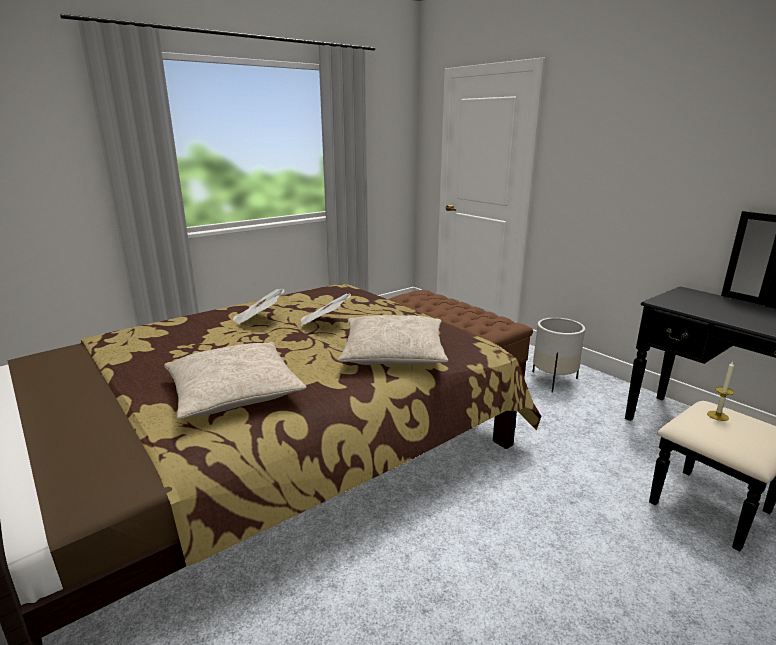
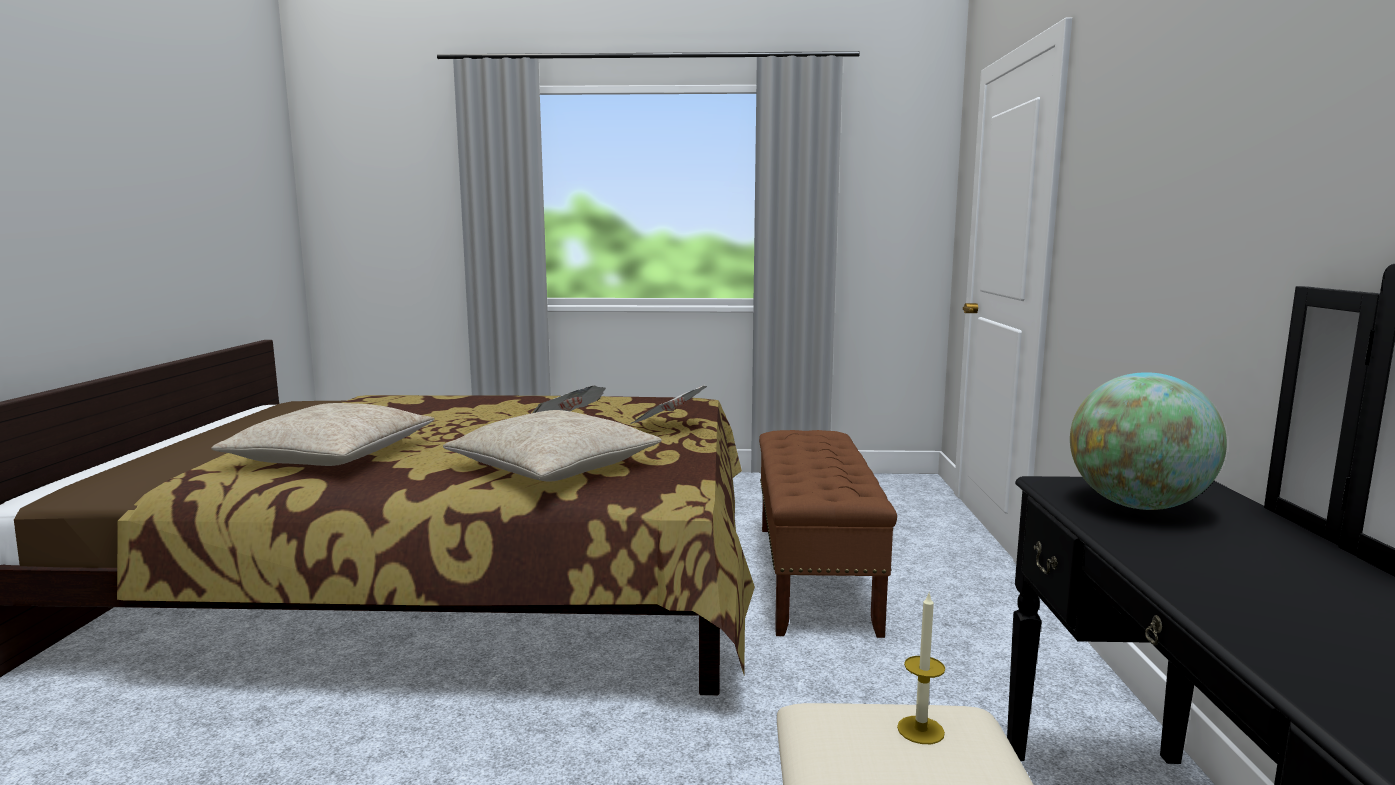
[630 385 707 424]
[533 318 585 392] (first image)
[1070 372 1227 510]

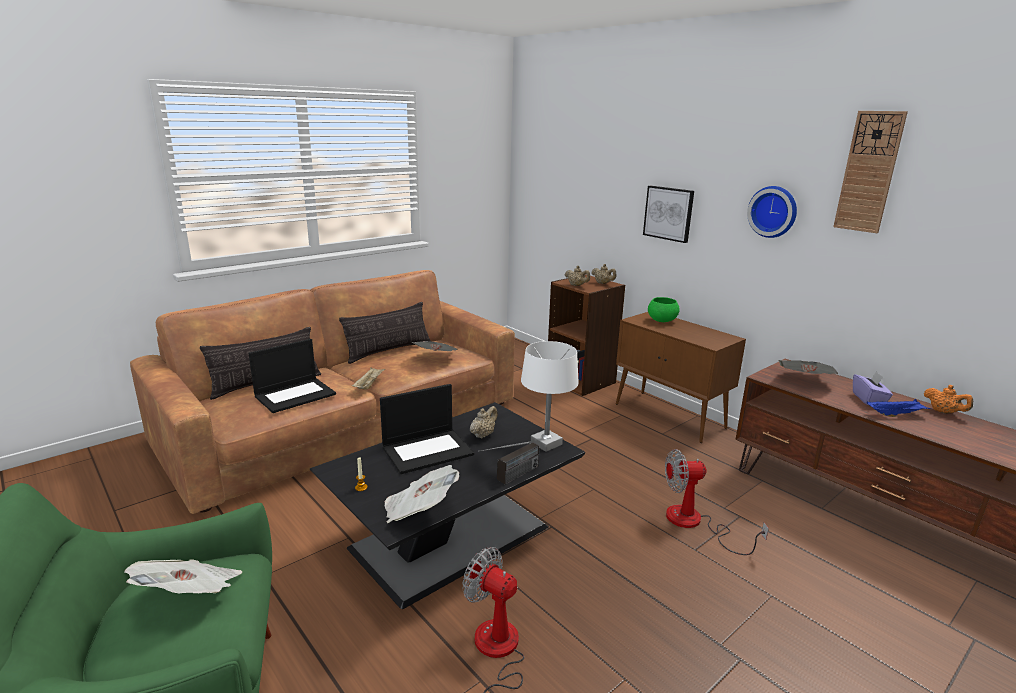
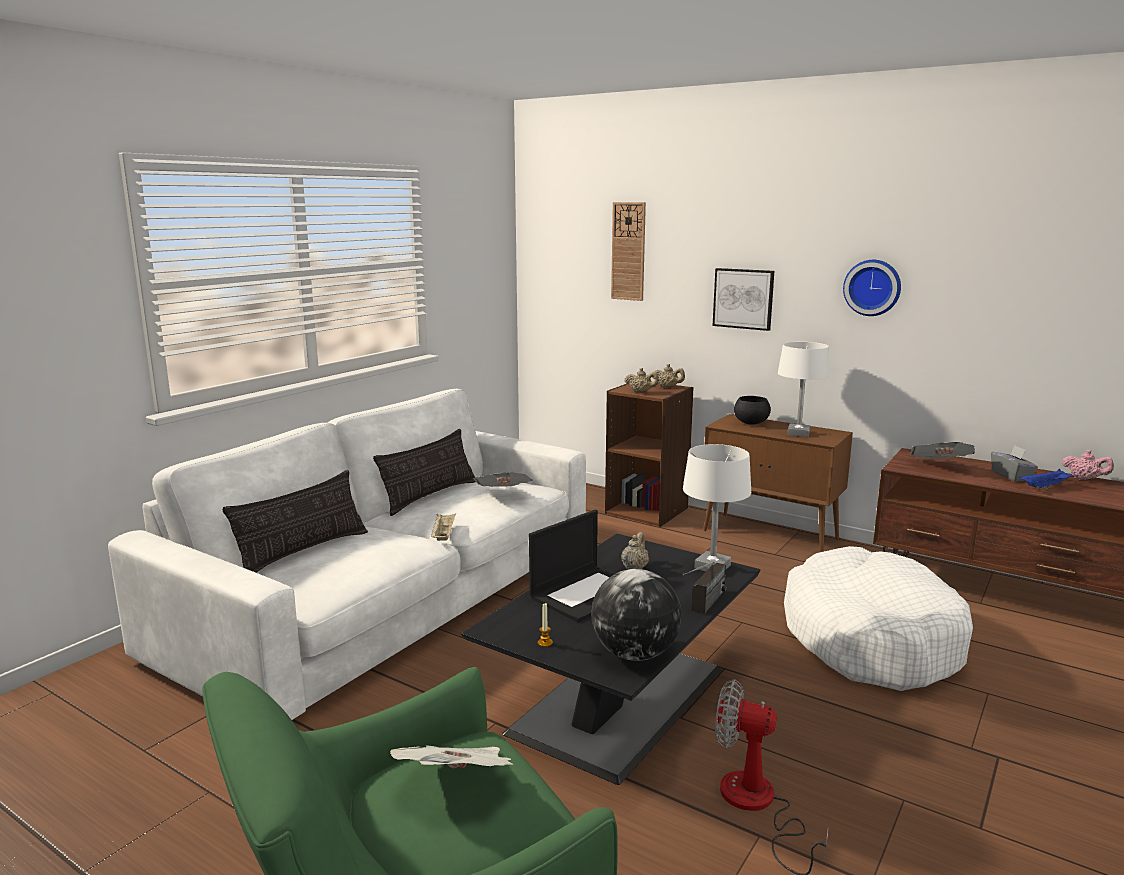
[108 389 586 720]
[249 339 336 413] (first image)
[591 569 682 661]
[734 396 771 425]
[784 546 973 691]
[611 202 646 301]
[991 445 1038 482]
[1062 450 1114 480]
[778 342 830 437]

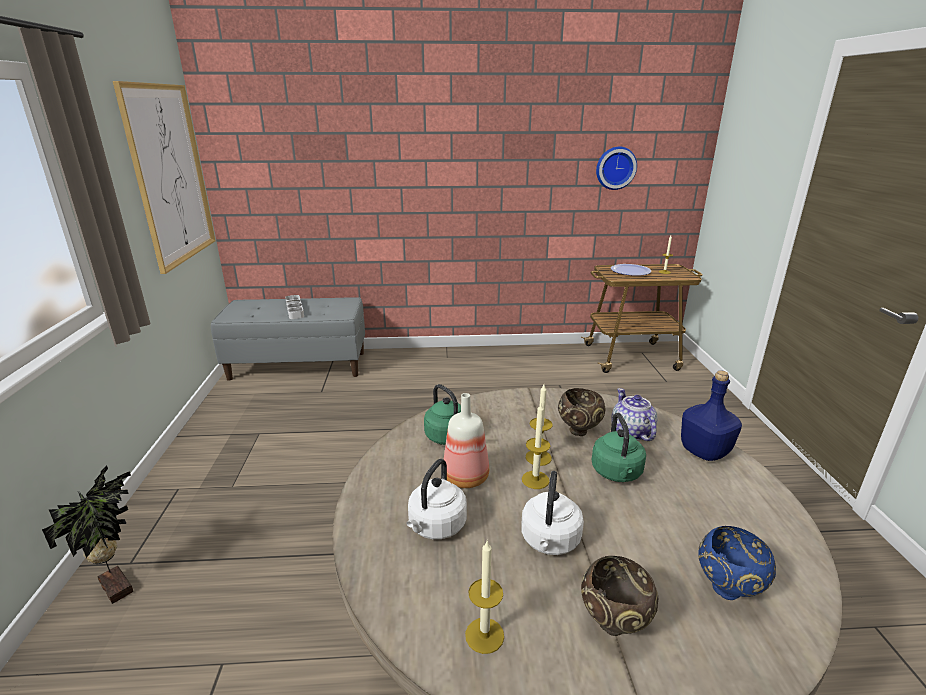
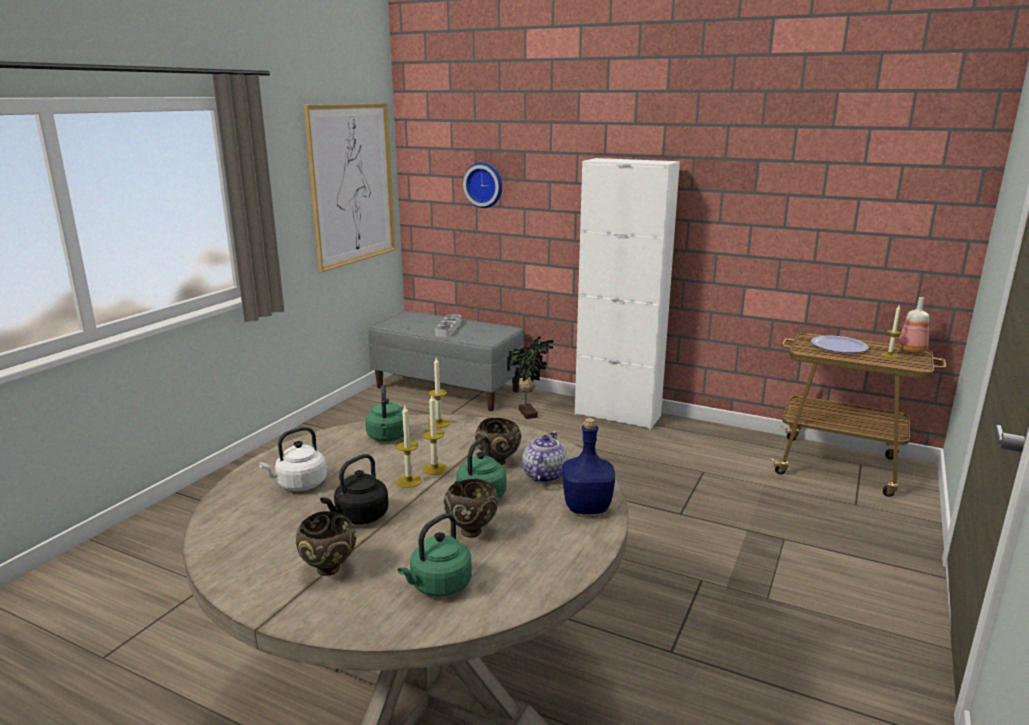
[507 335 554 419]
[898 297 929 354]
[428 358 450 428]
[320 454 389 524]
[463 163 502 208]
[398 513 472 597]
[444 479 498 538]
[575 158 680 429]

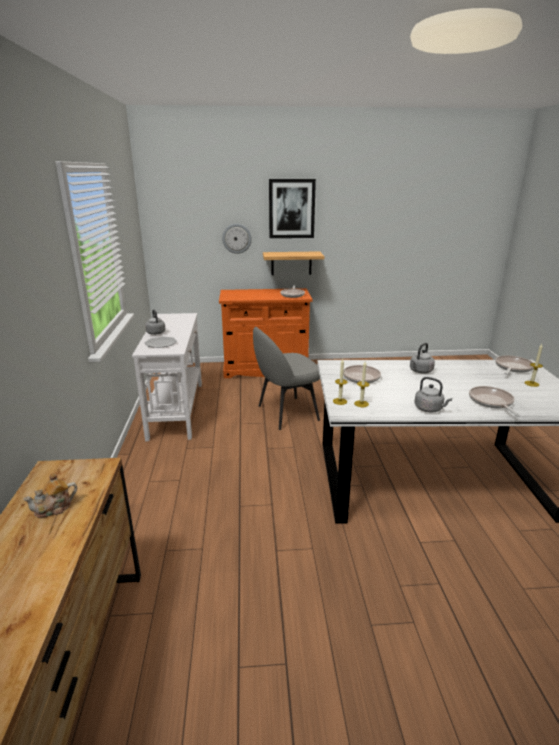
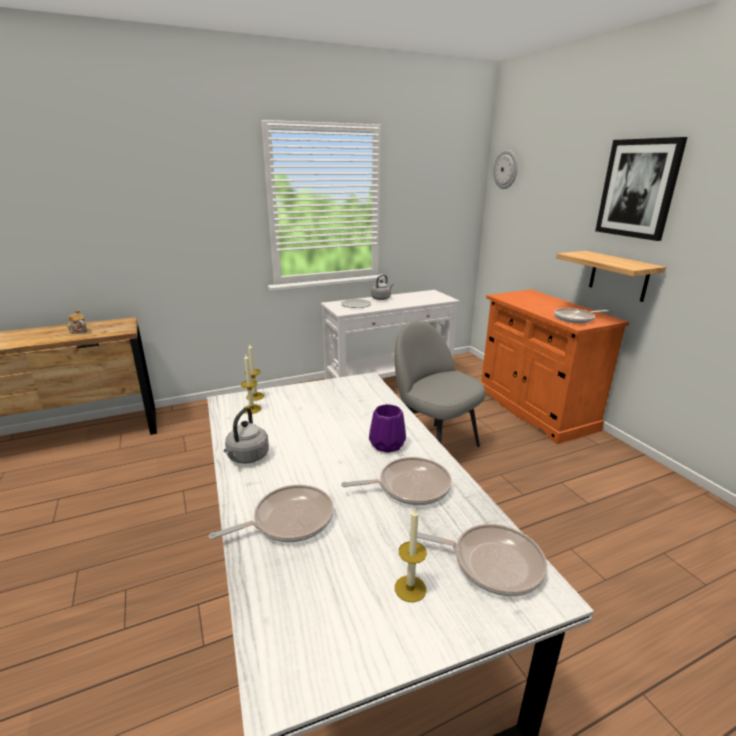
[493 150 518 189]
[341 457 452 505]
[369 404 406 453]

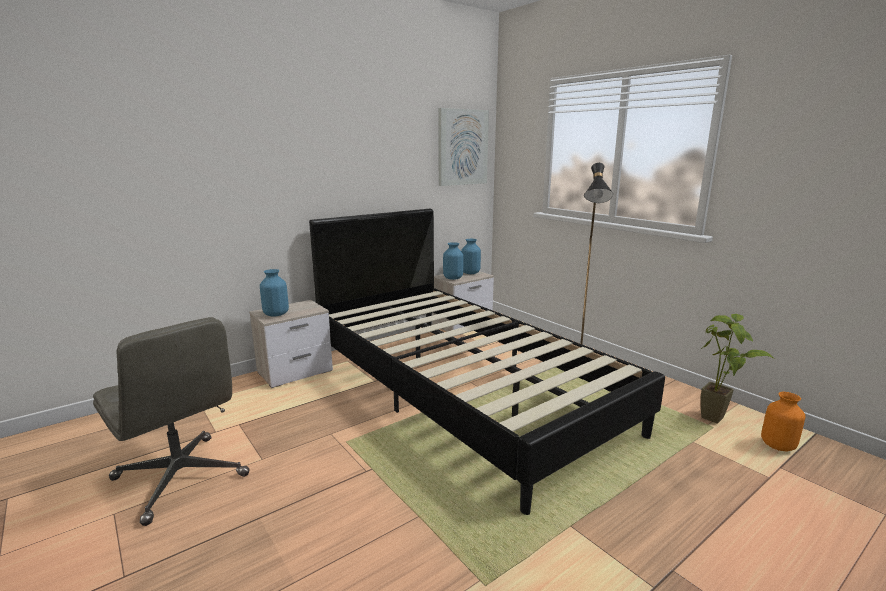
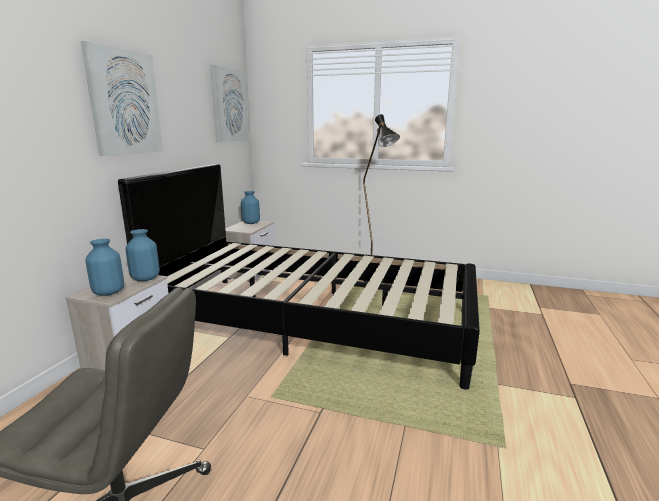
[125 229 160 281]
[701 314 775 424] (first image)
[761 392 805 451] (first image)
[81 41 163 156]

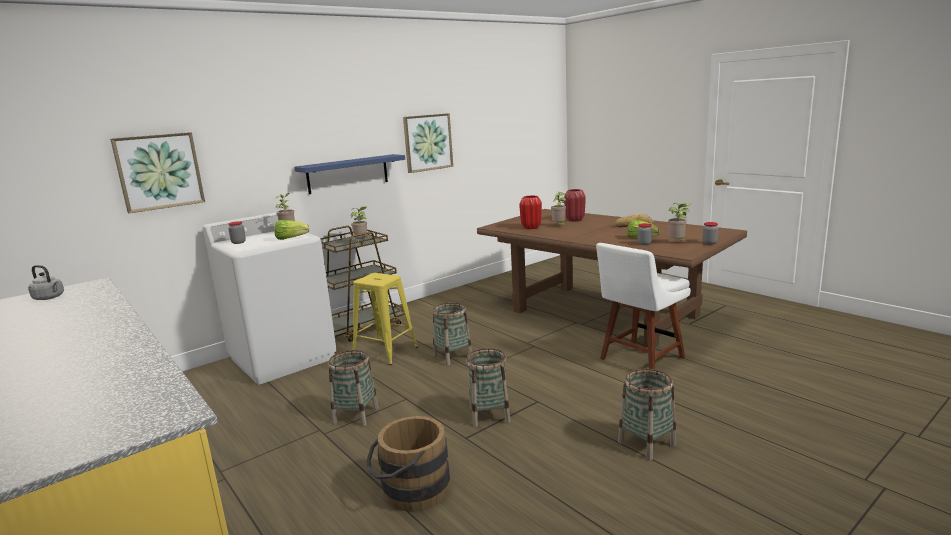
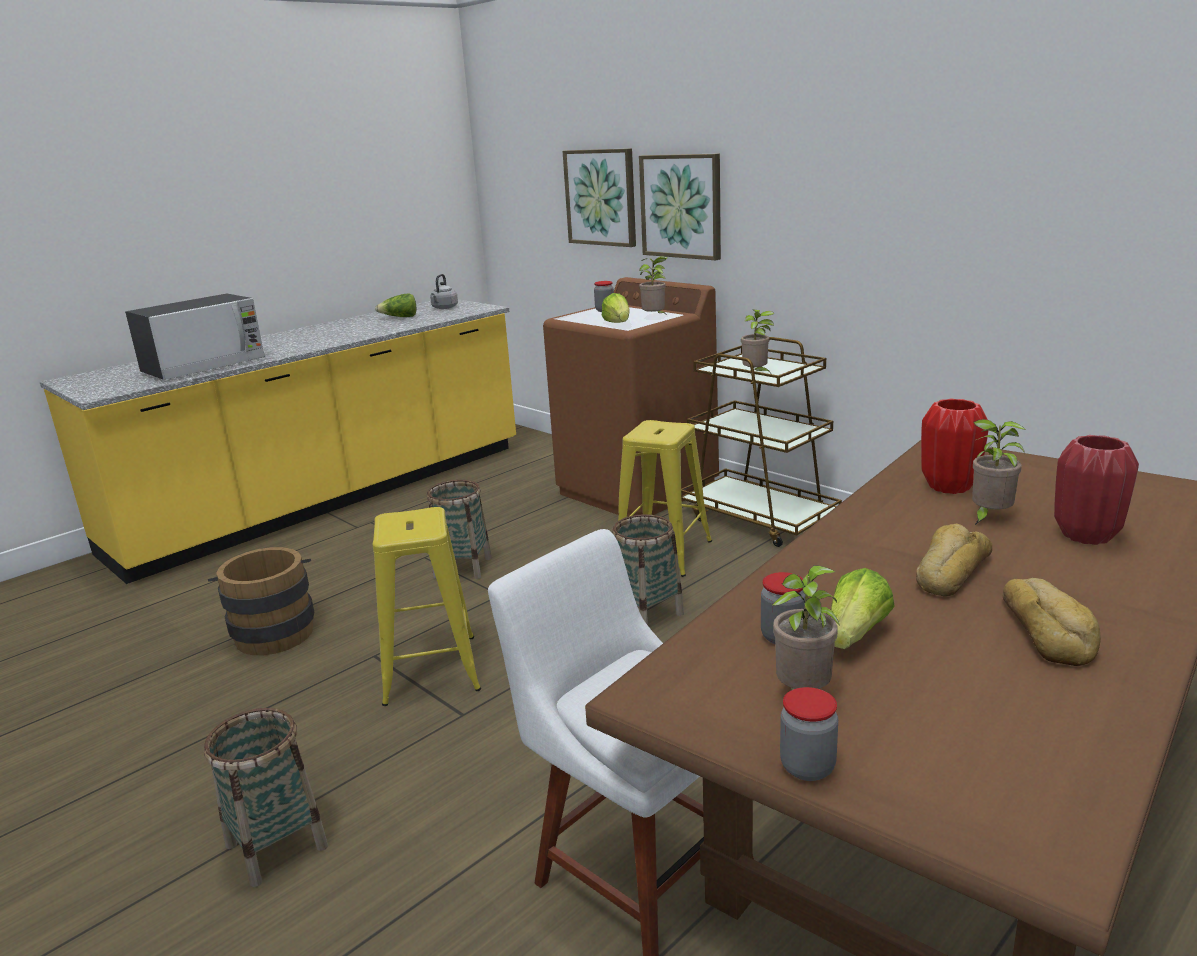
[543 277 719 517]
[294 154 405 194] (first image)
[639 153 721 260]
[372 507 481 706]
[125 294 265 380]
[375 293 416 317]
[916 524 992 597]

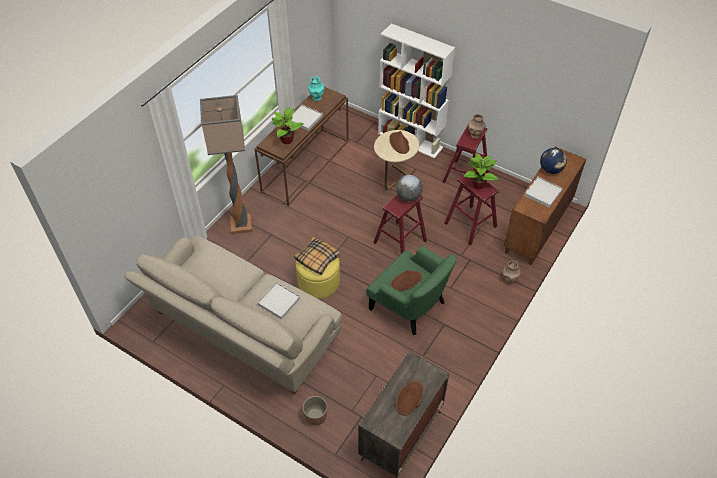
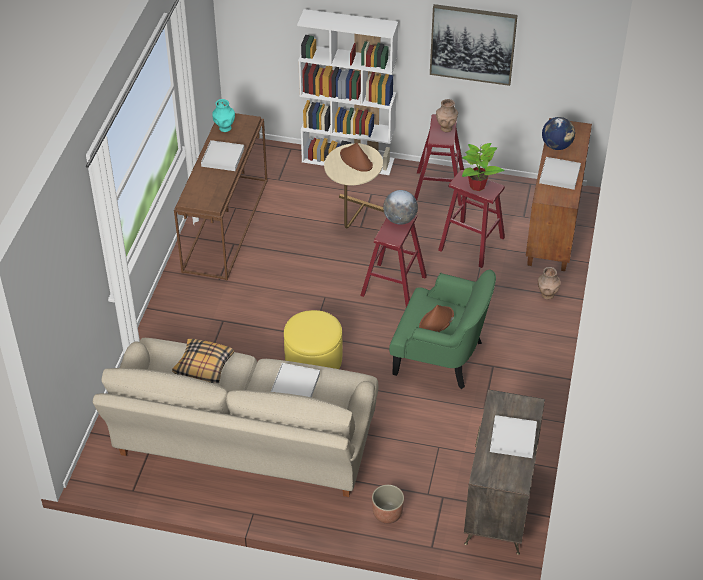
[200 95 252 234] (first image)
[272 107 304 144] (first image)
[172 339 234 383]
[490 415 537 458]
[430 4 517 86]

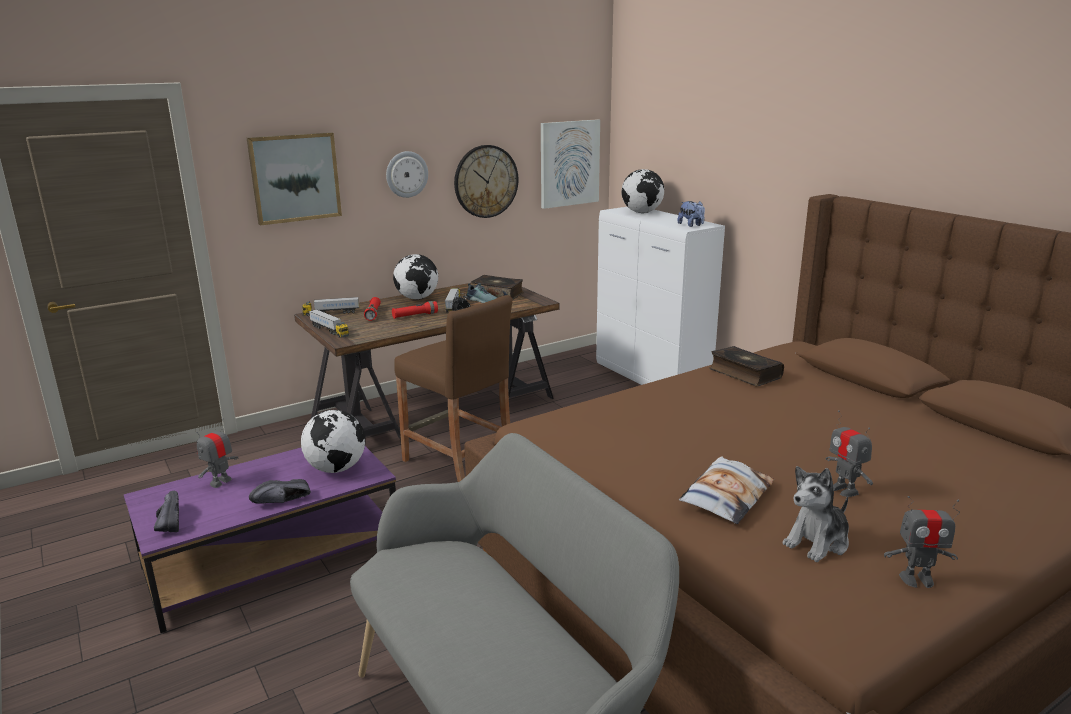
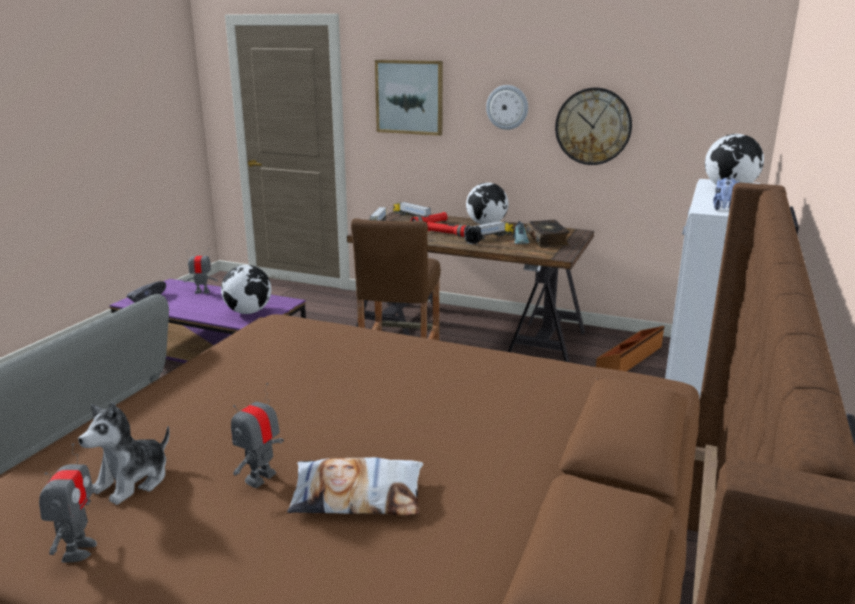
[249 479 311 504] (first image)
[541 119 600 209] (first image)
[287 457 423 515]
[709 346 784 386] (first image)
[78 402 170 505]
[39 443 97 563]
[596 326 665 372]

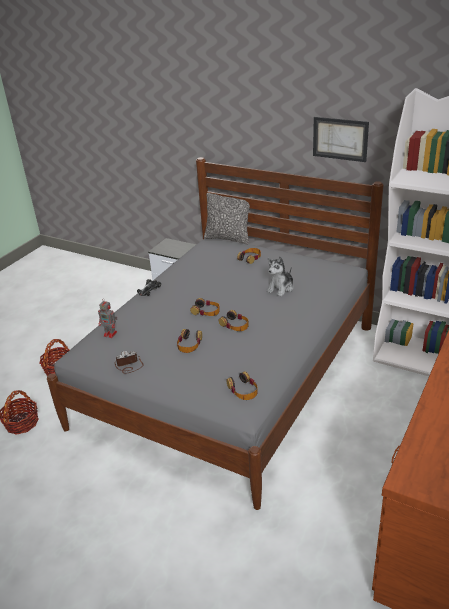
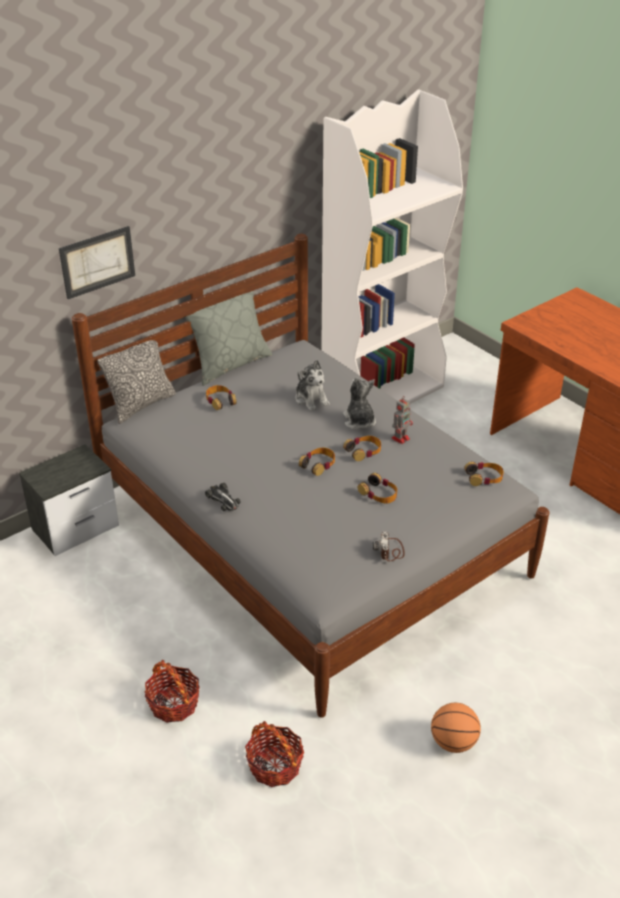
[391 397 413 444]
[59 226 135 299]
[185 291 272 386]
[343 377 376 430]
[431 703 481 753]

